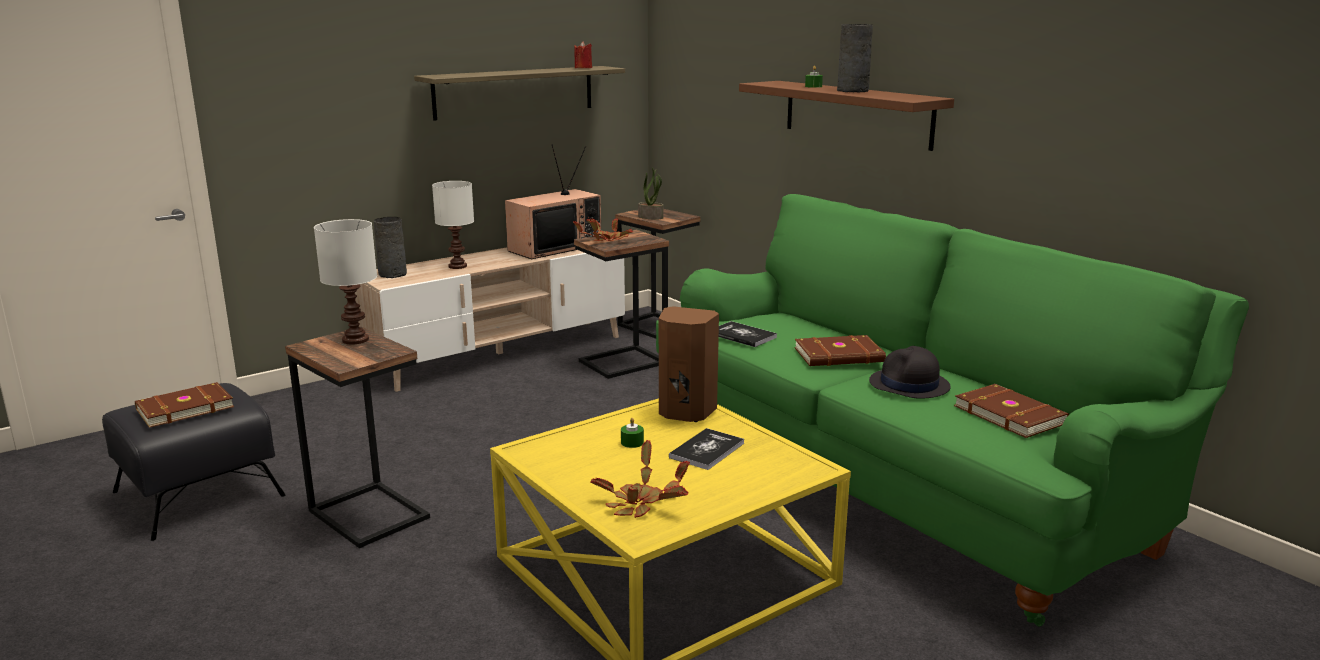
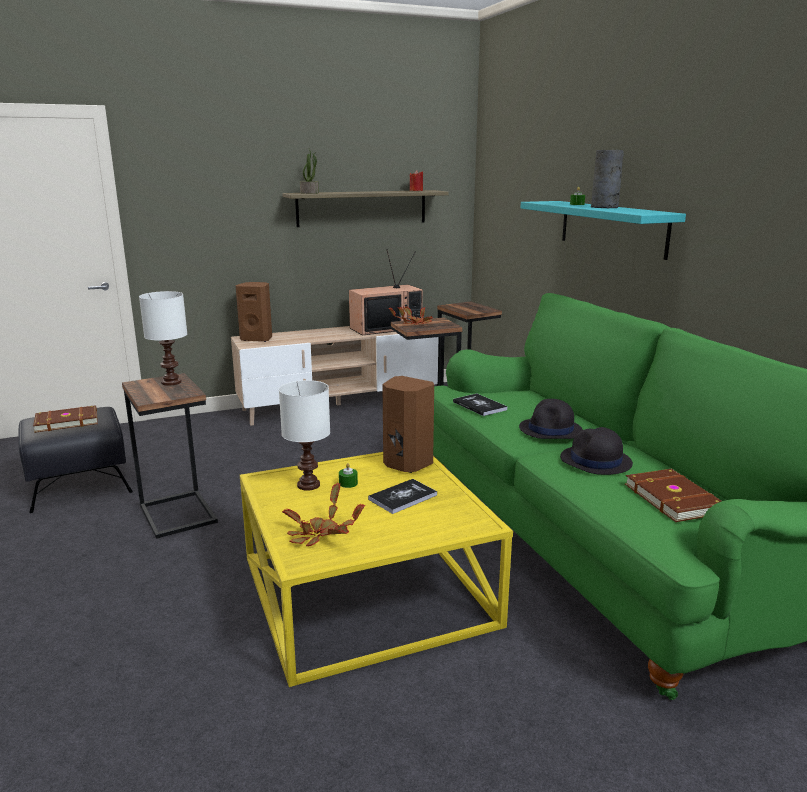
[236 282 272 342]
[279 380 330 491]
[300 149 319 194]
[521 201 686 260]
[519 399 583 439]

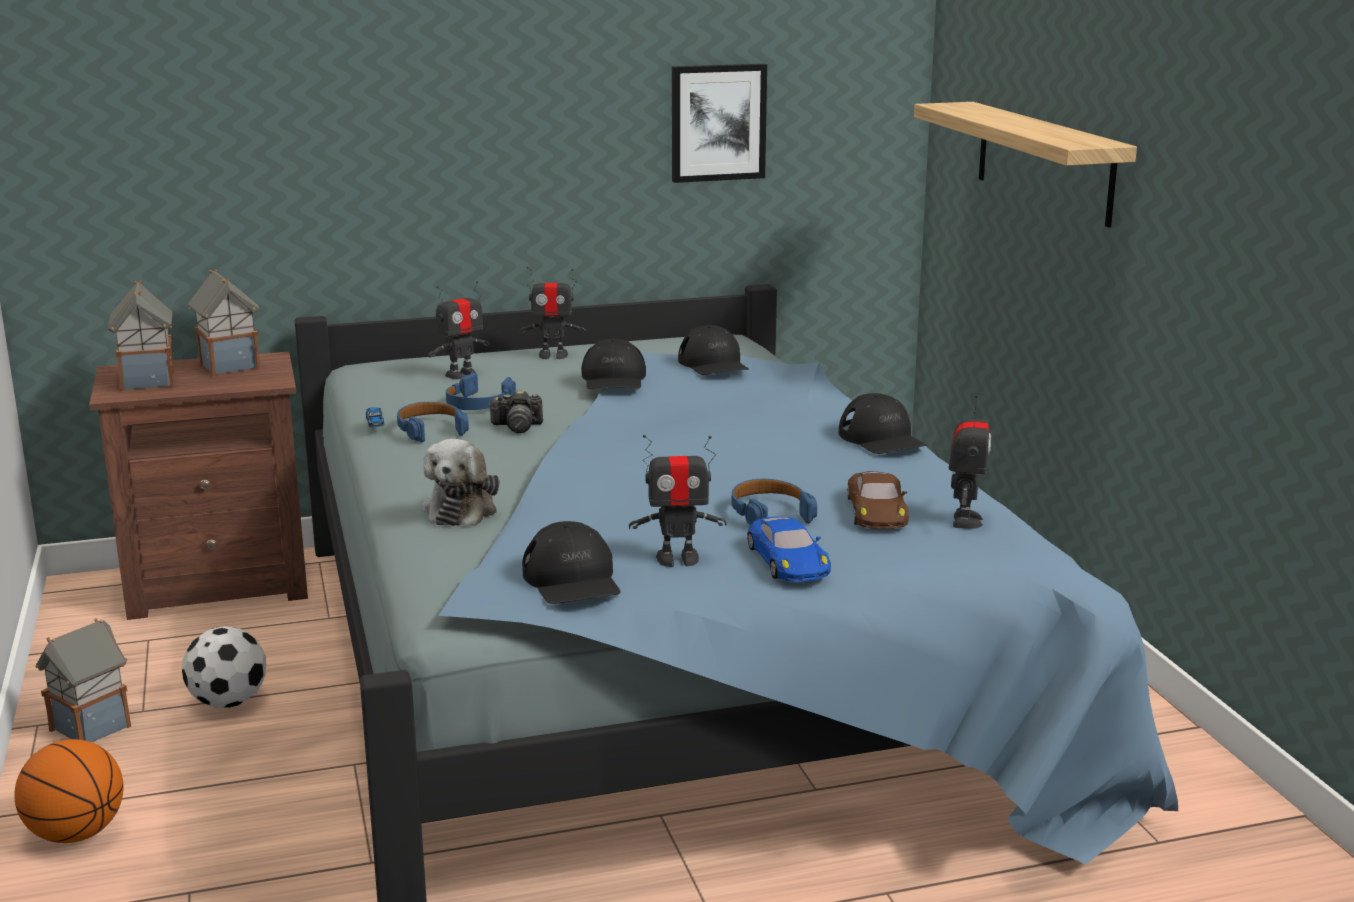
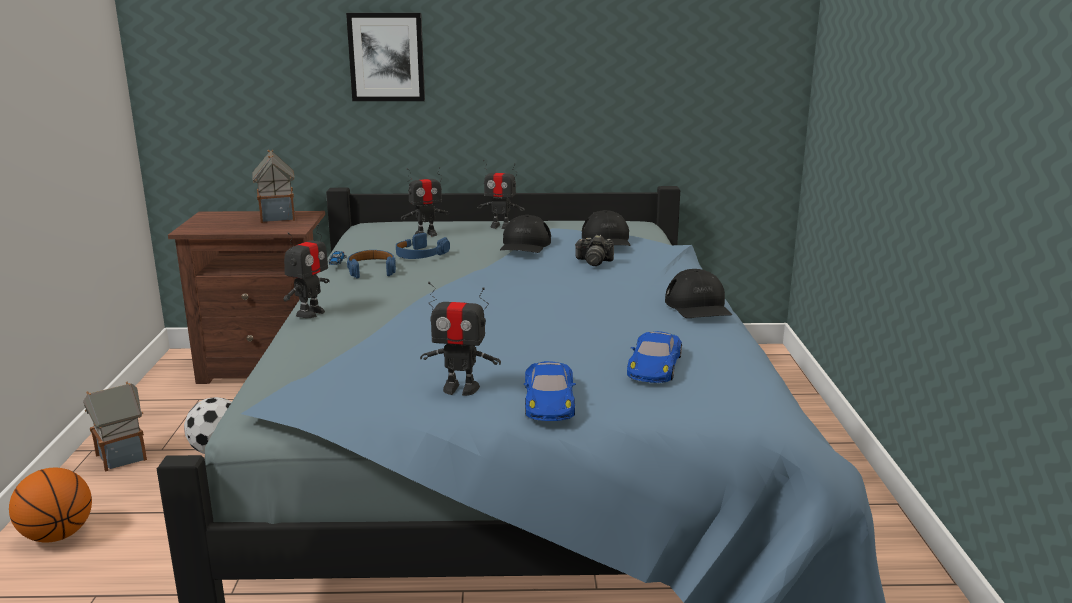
[108 280 175 391] (first image)
[422 439 500 526] (first image)
[575 235 614 266]
[522 521 620 604] (first image)
[346 13 425 101]
[732 479 817 526] (first image)
[627 331 682 383]
[914 102 1137 227] (first image)
[284 224 330 318]

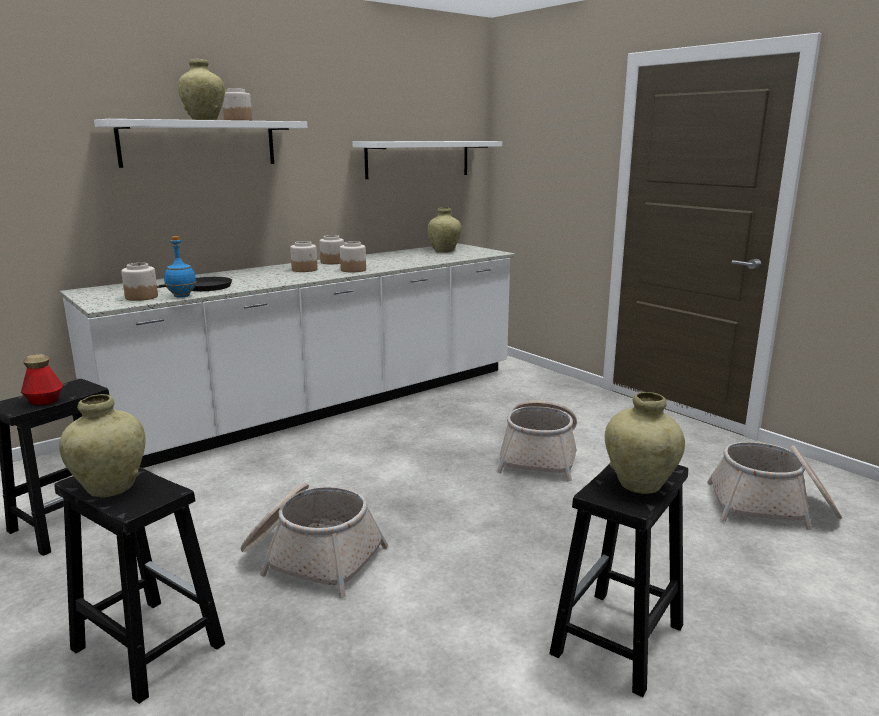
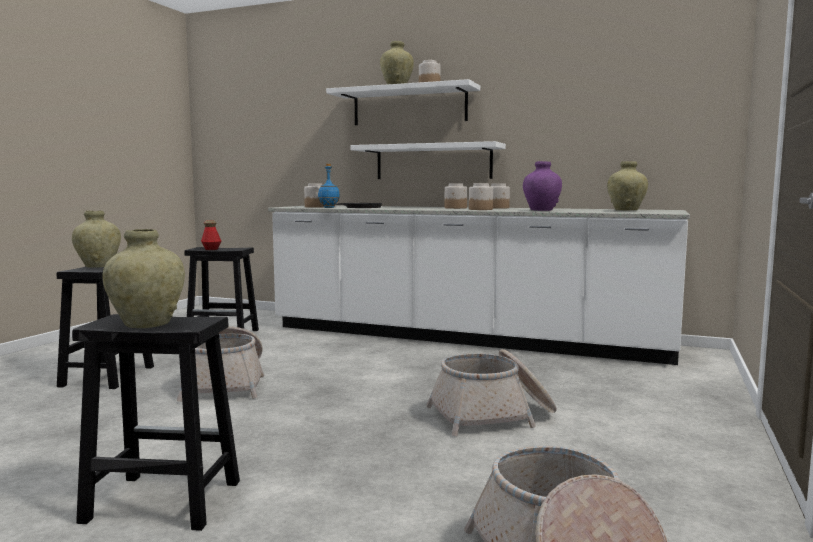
[350 141 506 179]
[523 161 562 211]

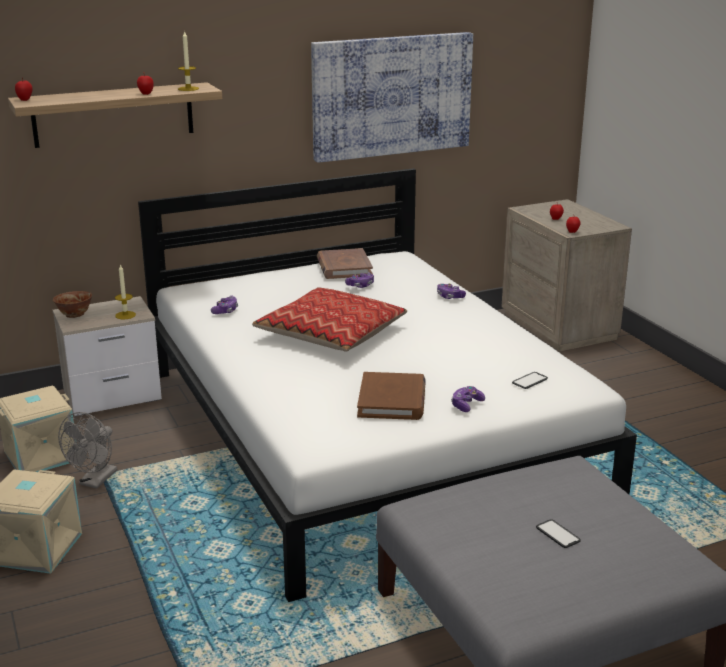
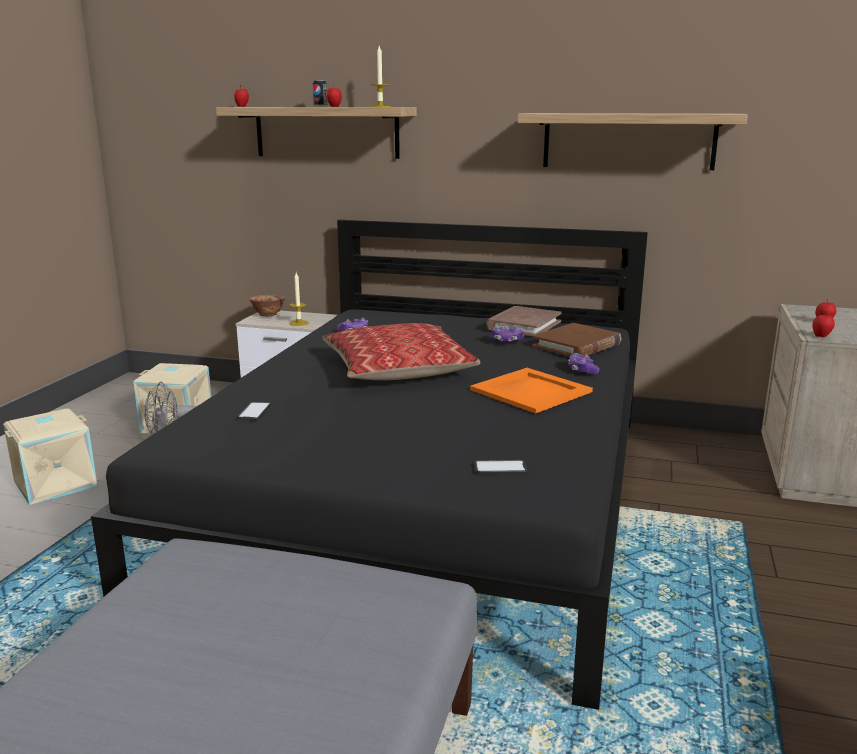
[91 220 648 710]
[517 113 748 170]
[532 323 622 356]
[451 386 485 412] (first image)
[237 402 271 420]
[313 80 327 107]
[470 368 593 414]

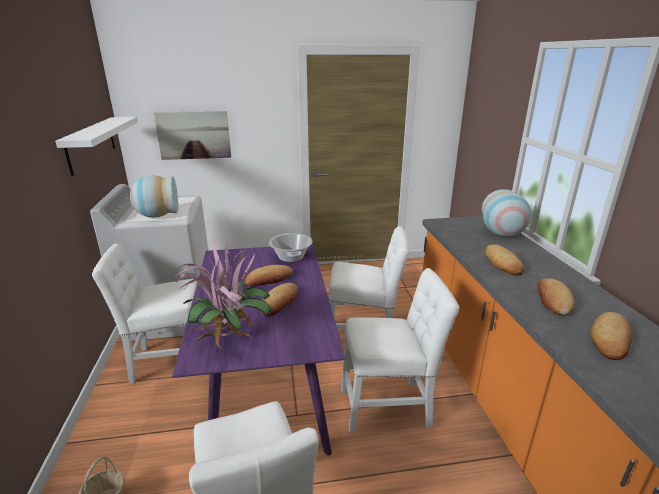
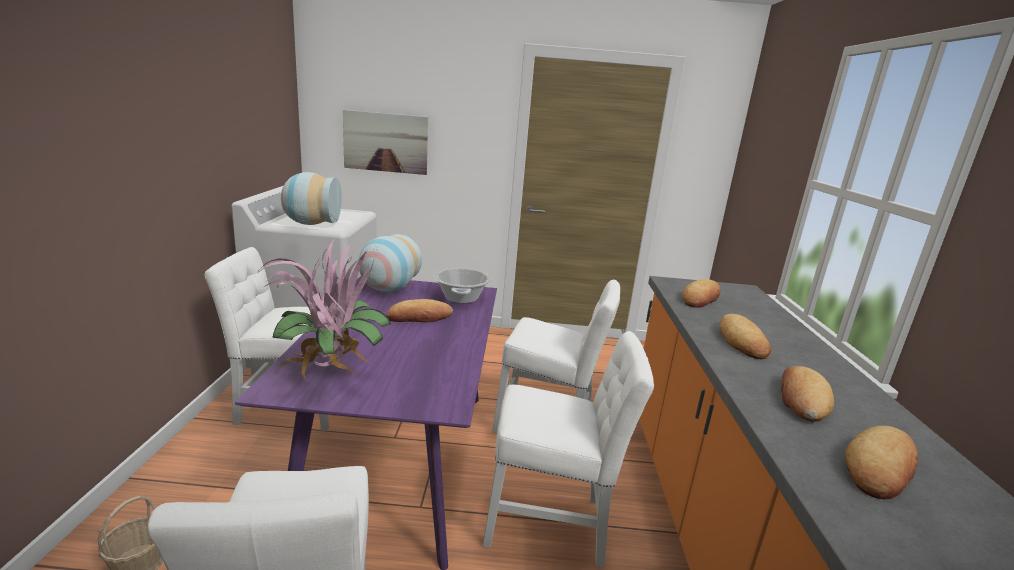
[55 117 138 176] (first image)
[683 279 721 308]
[358 234 422 292]

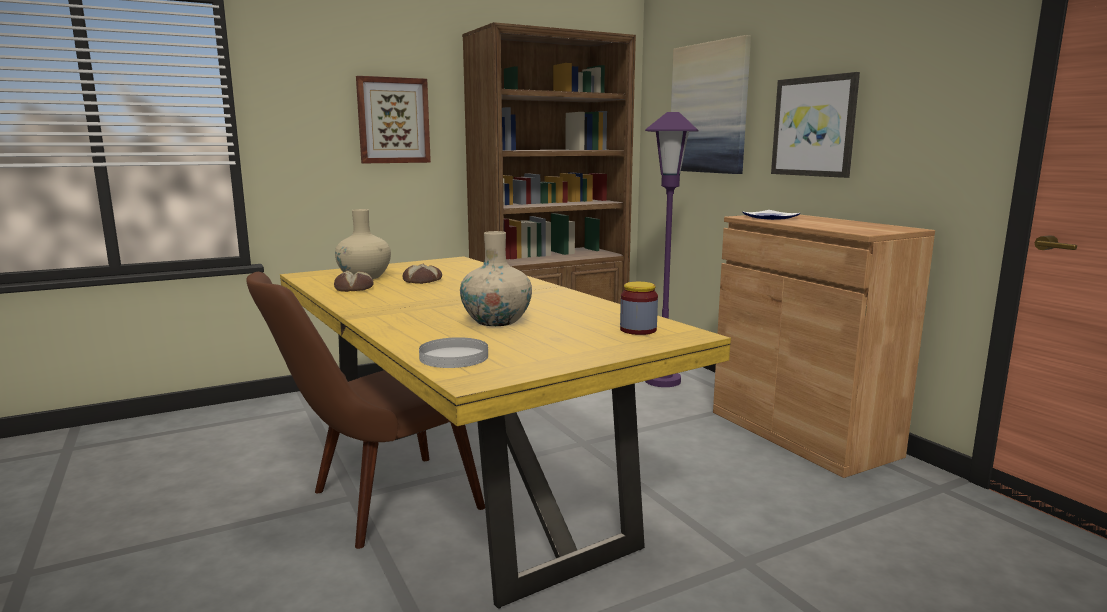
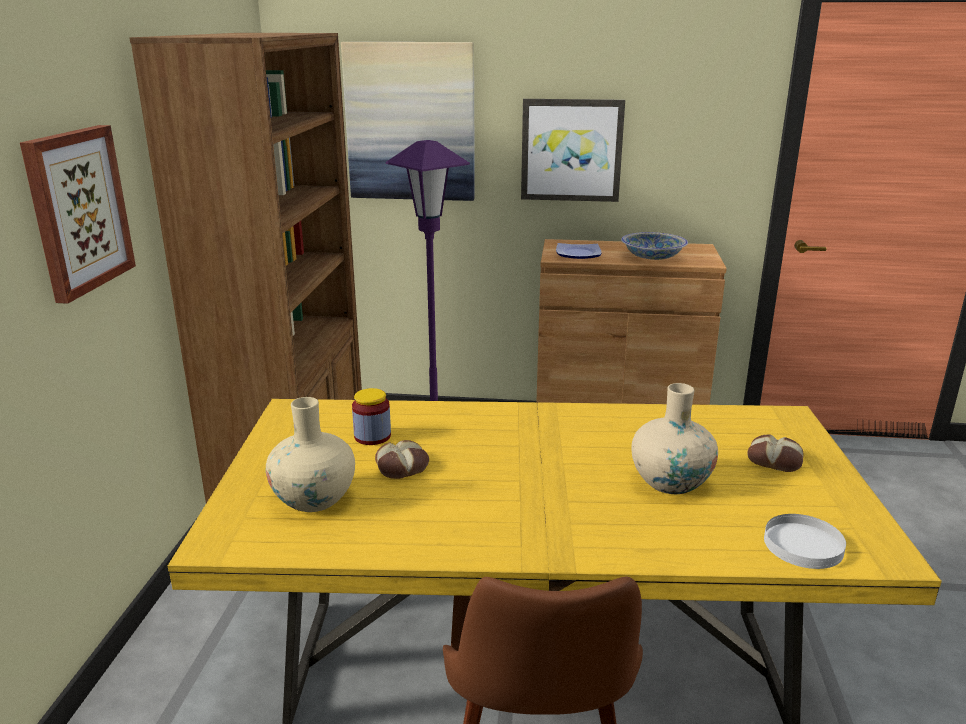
[747 434 803 472]
[352 388 391 445]
[621 232 688 260]

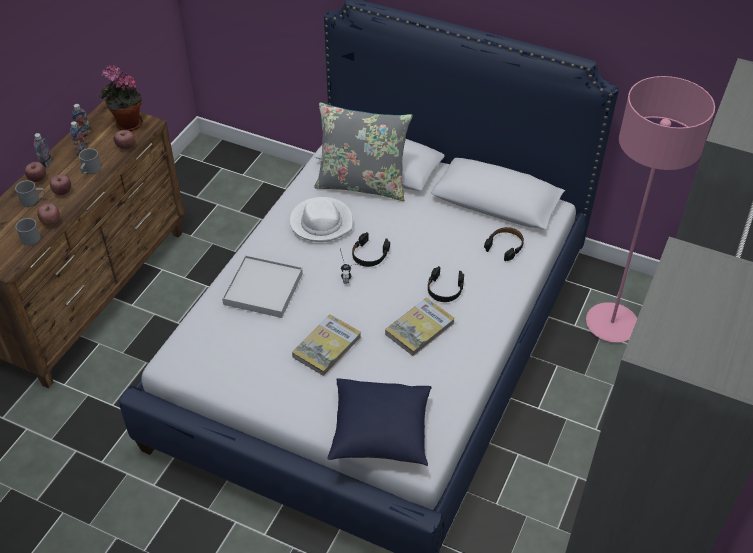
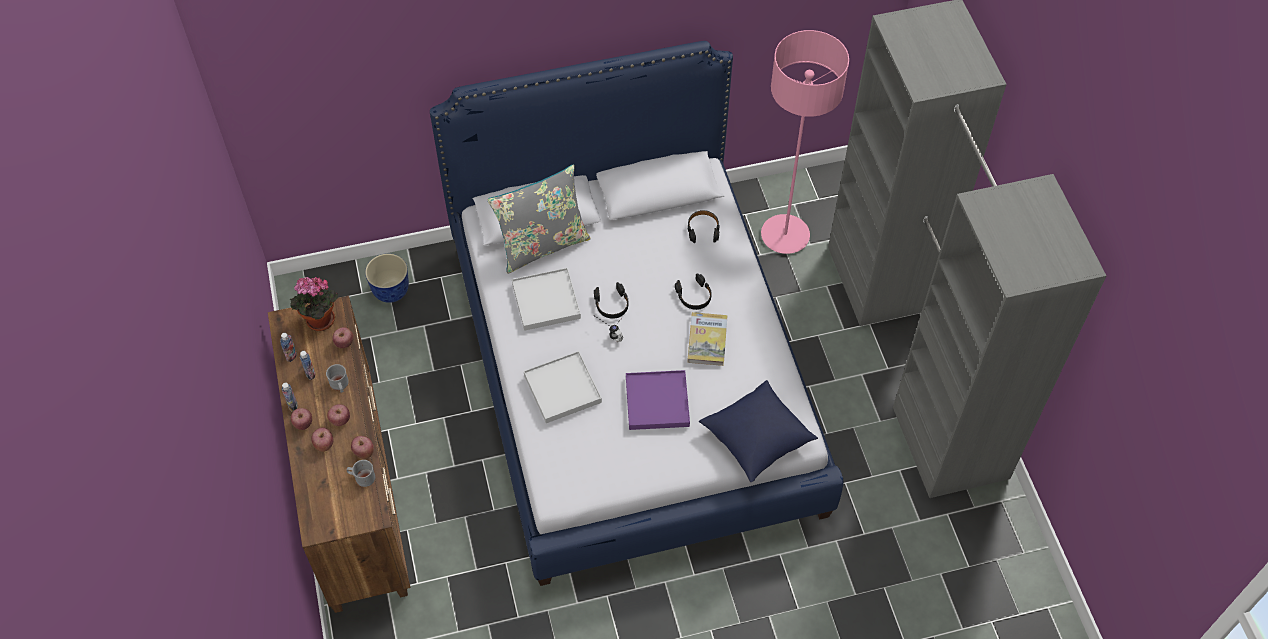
[311 427 333 452]
[512 268 581 331]
[626 370 690 430]
[365 254 409 303]

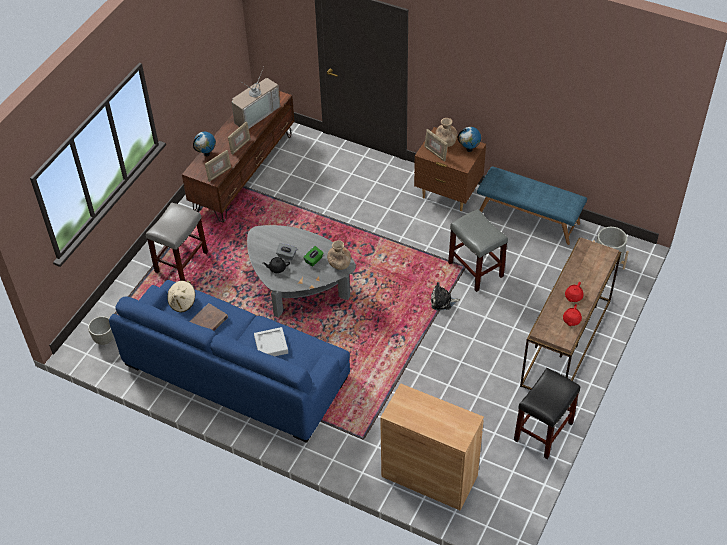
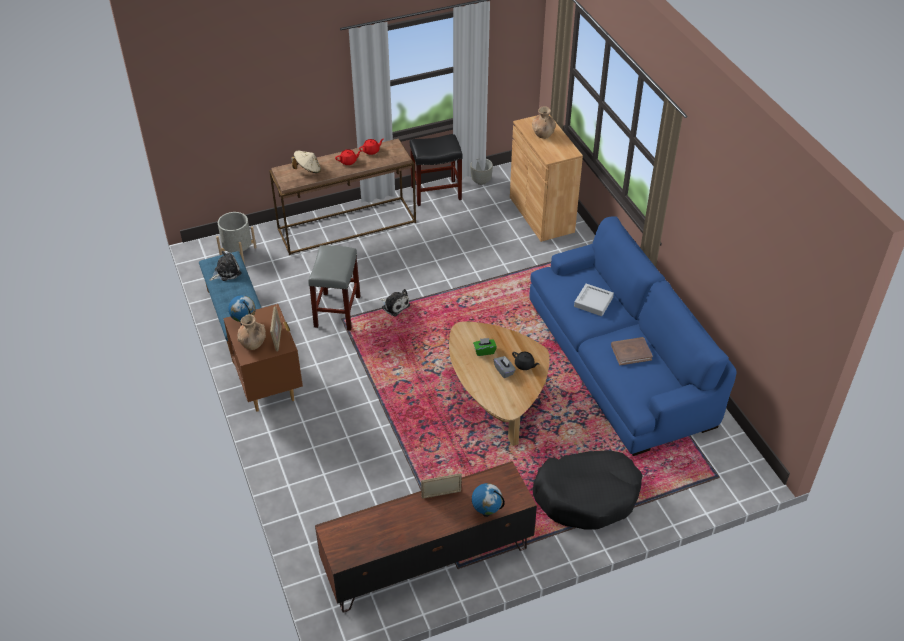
[470 159 493 185]
[533 450 642 530]
[292 151 321 173]
[205 150 231 182] (first image)
[231 67 280 128] (first image)
[449 321 549 446]
[532 106 556 139]
[210 251 242 281]

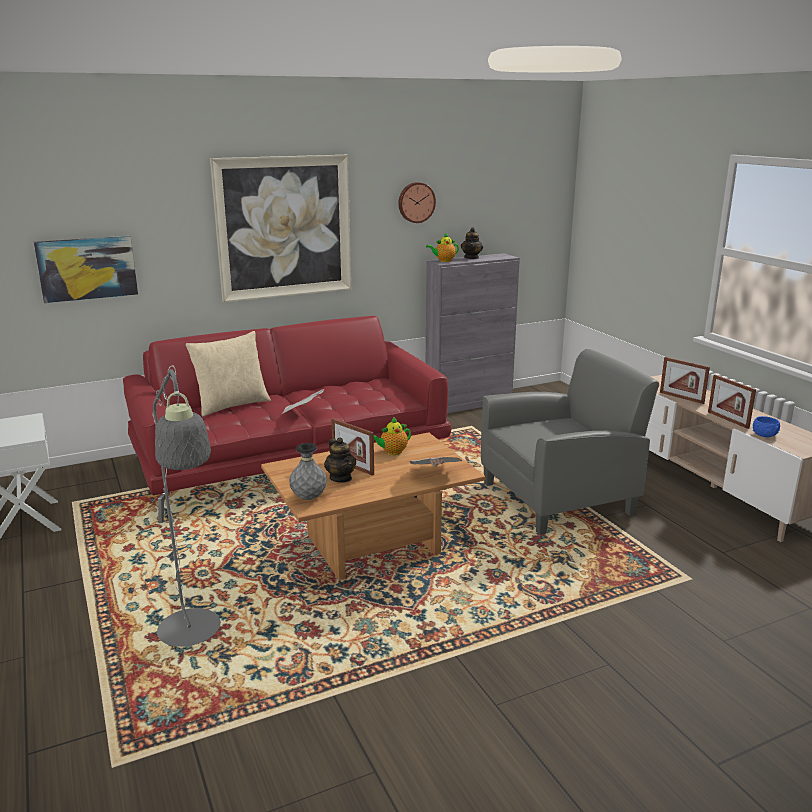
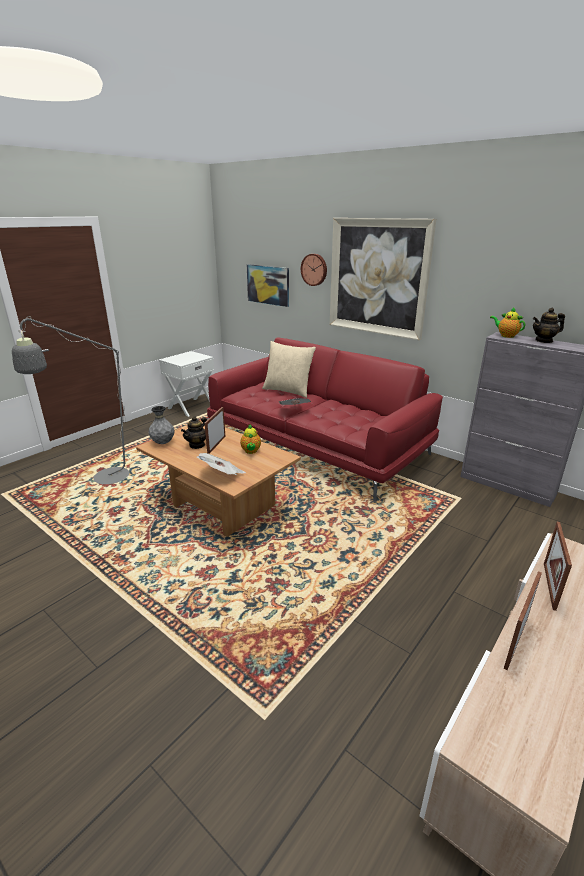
[240 425 261 454]
[301 254 327 286]
[481 349 659 535] (first image)
[753 416 780 437] (first image)

